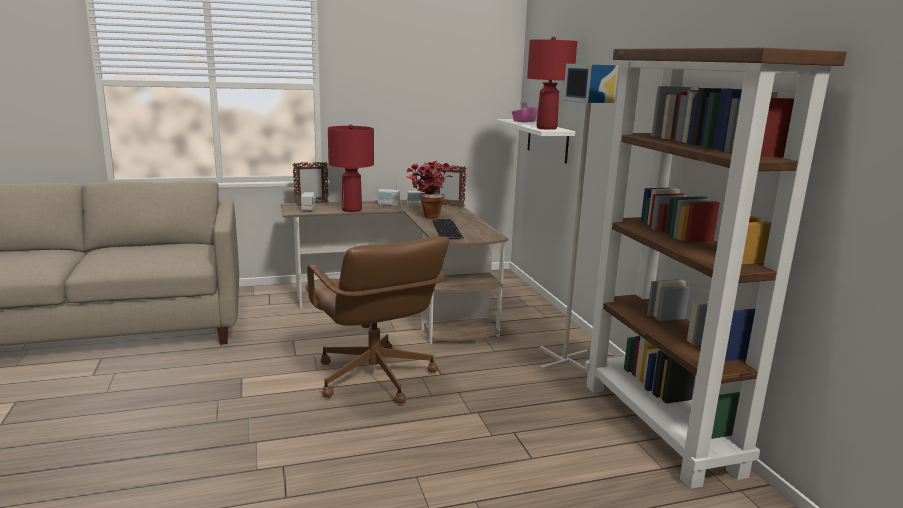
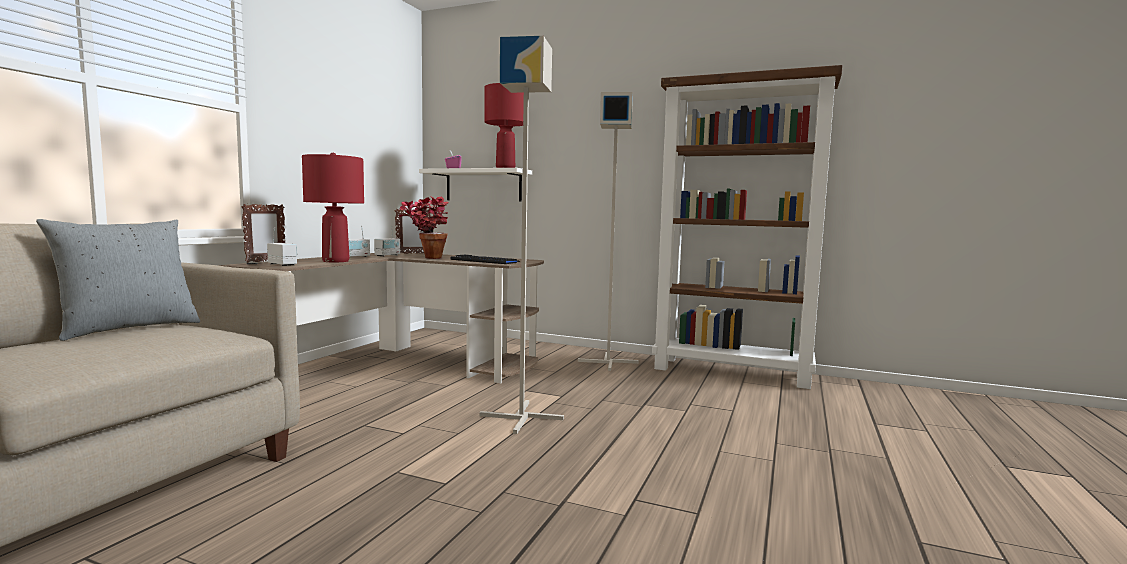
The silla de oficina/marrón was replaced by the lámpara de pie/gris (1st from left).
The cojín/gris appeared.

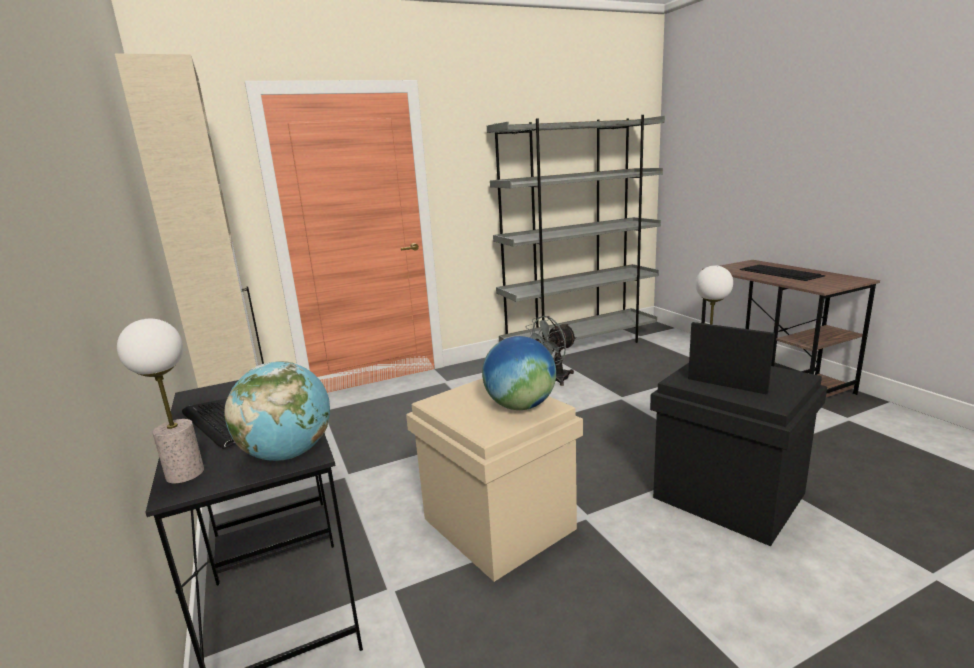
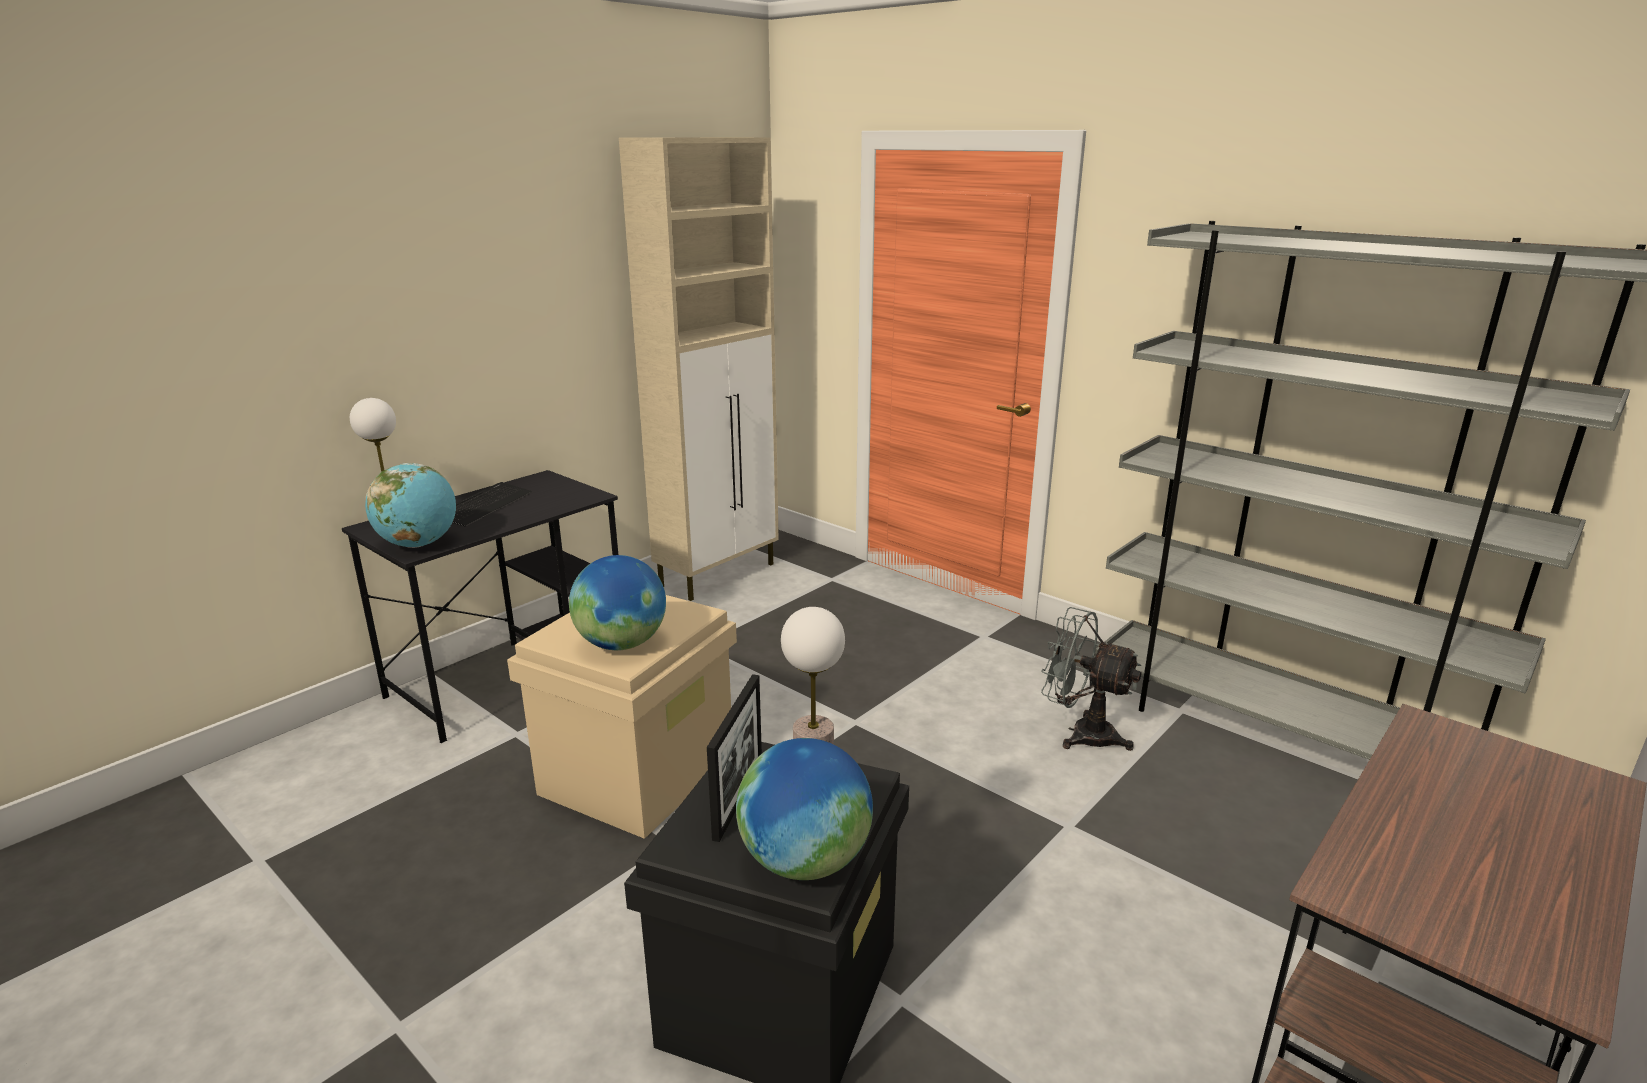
The teclado (2nd from left) disappeared.
The globo terráqueo (3rd from left) appeared.

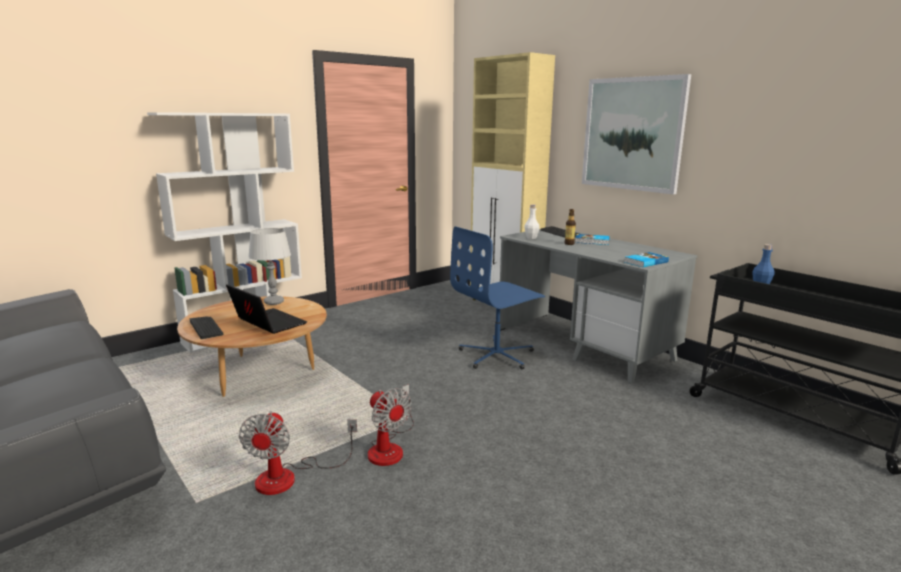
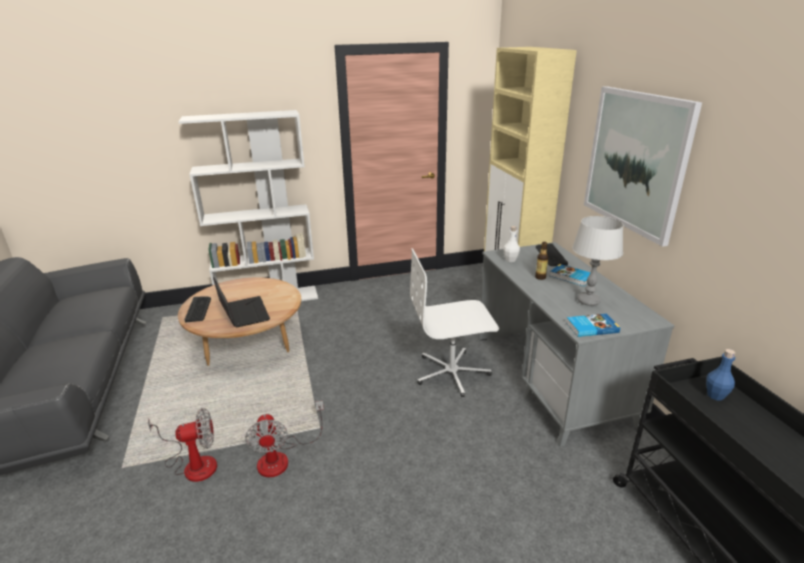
The ventilador (1st from left) turned 135 degrees counterclockwise.
The lámpara de mesa/gris moved.
The silla de oficina/azul became the silla de oficina/blanco.

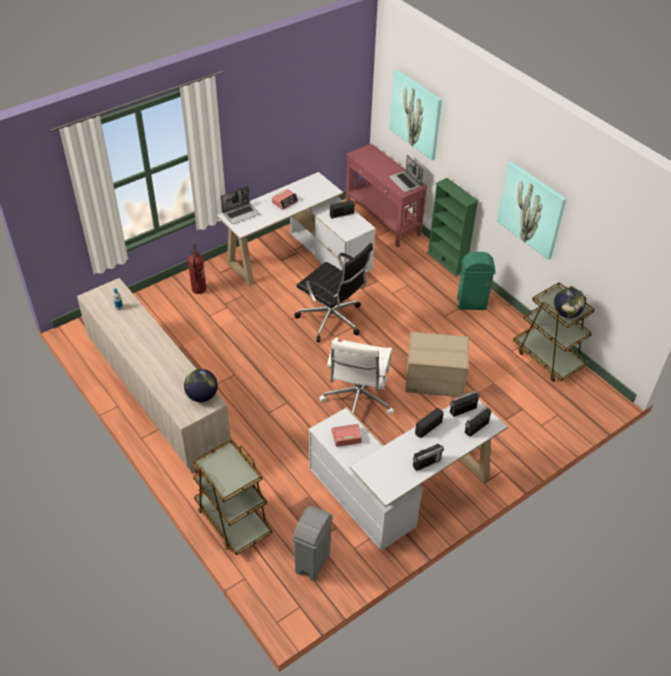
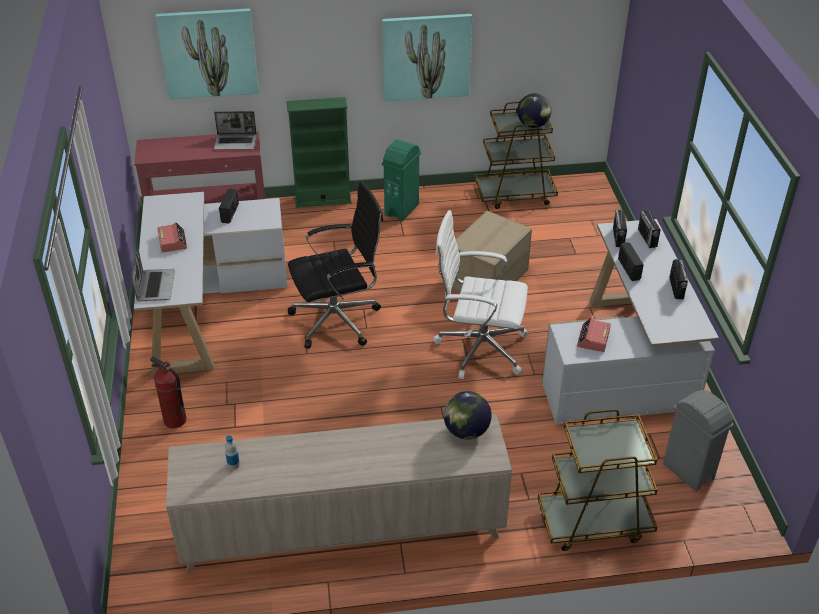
The silla de oficina/blanco turned 150 degrees clockwise.

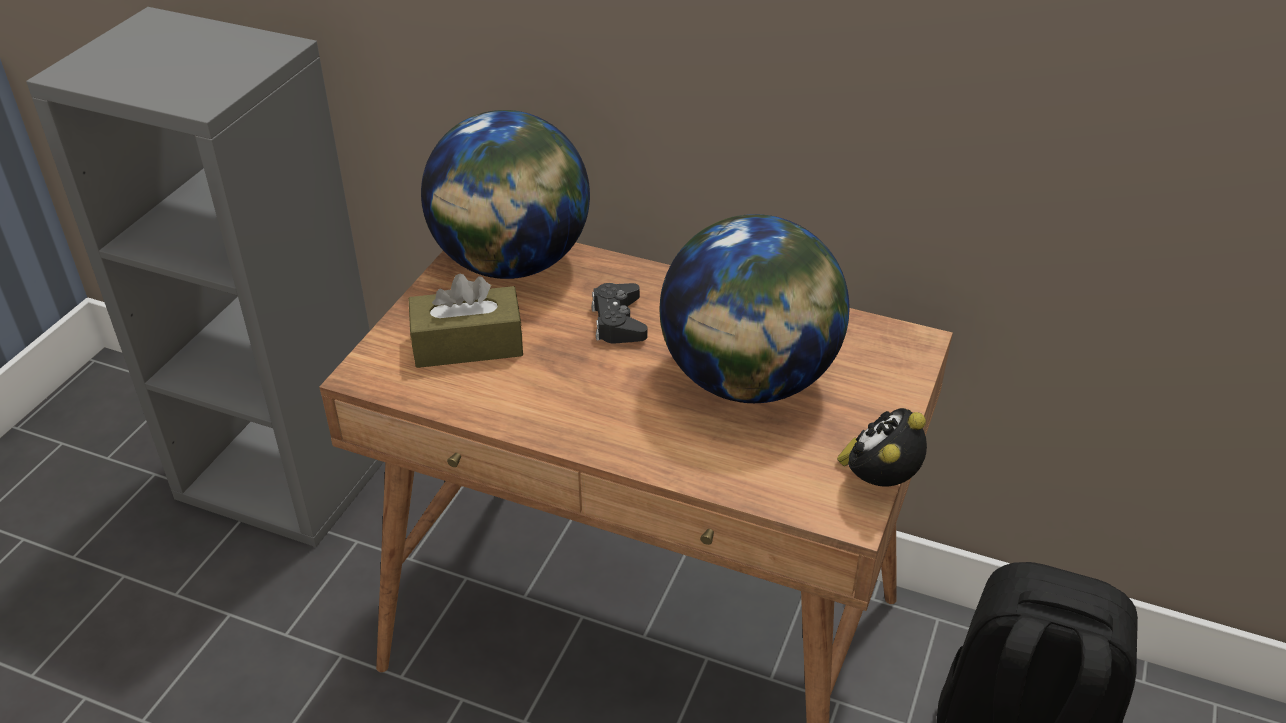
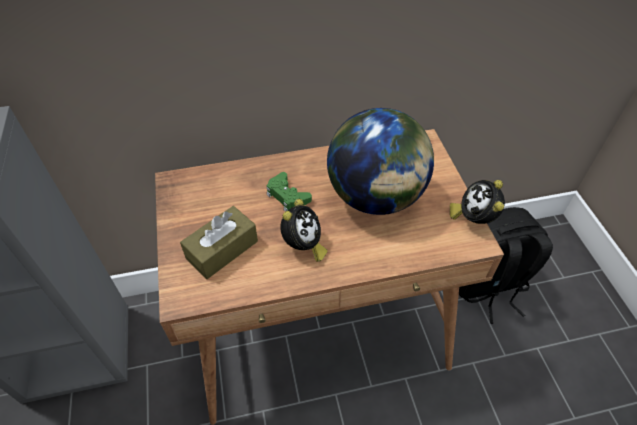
The globo terráqueo (1st from left) disappeared.
The mando de consola/negro became the mando de consola/verde.
The despertador (1st from left) appeared.

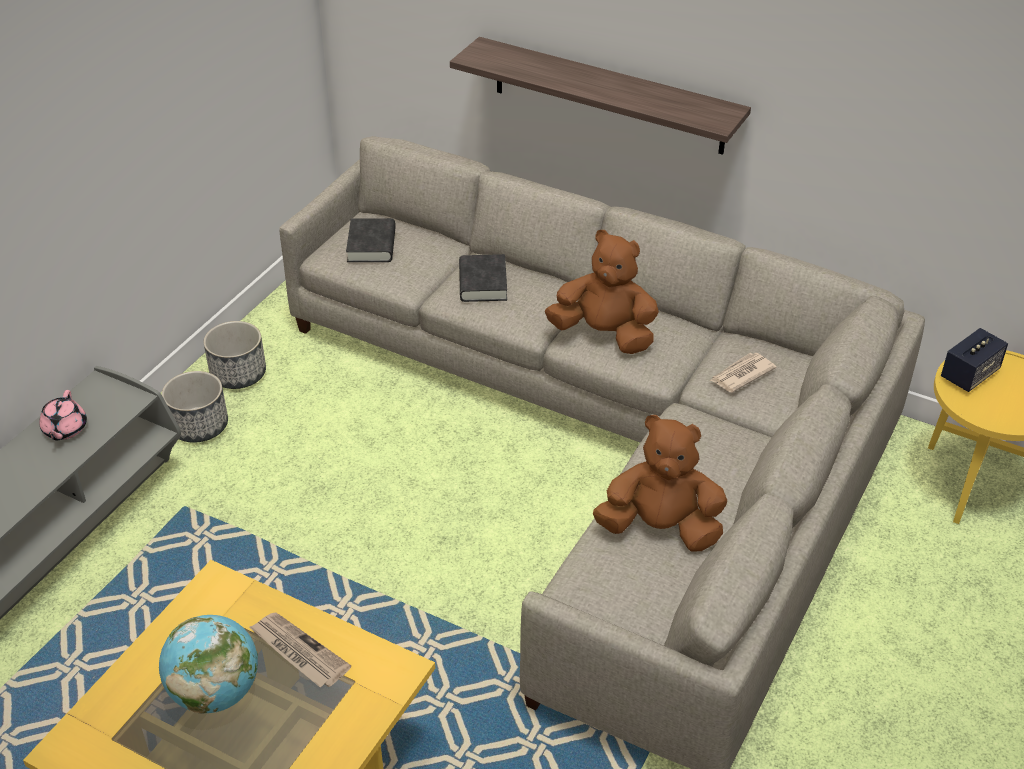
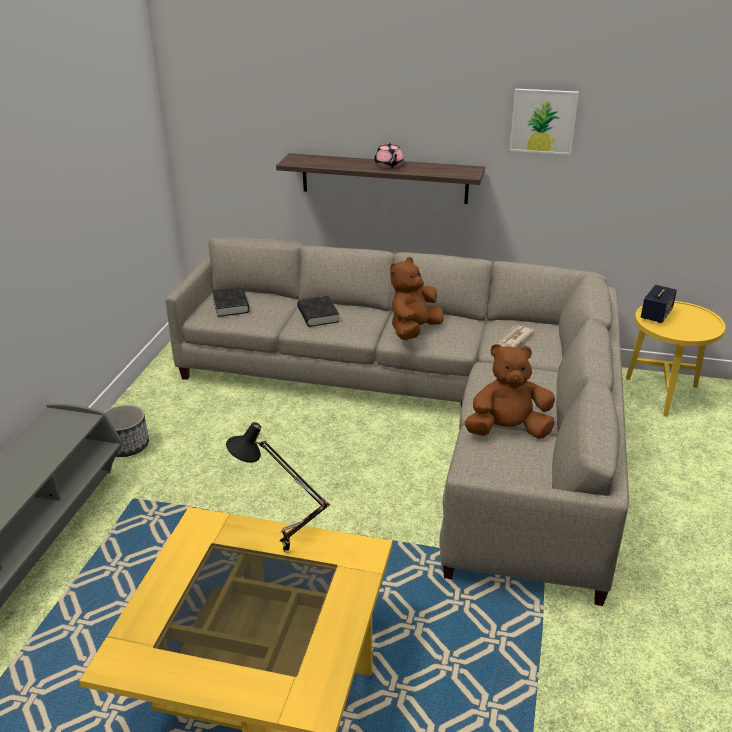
The tetera/rosa moved.
The globo terráqueo disappeared.
The maceta (2nd from left) disappeared.
The periódico (1st from left) was replaced by the lámpara de mesa/negro.
The peluche/marrón (1st from left) turned 60 degrees counterclockwise.
The cuadro appeared.

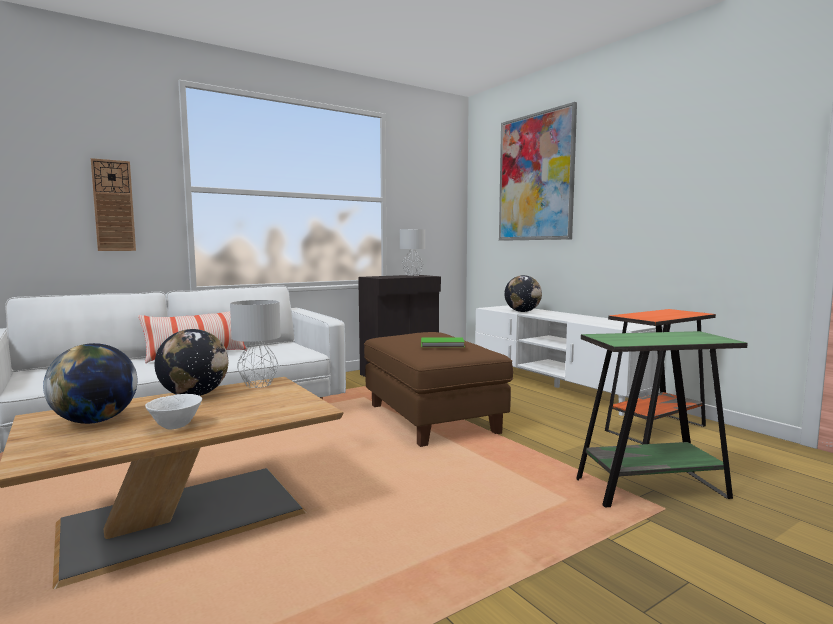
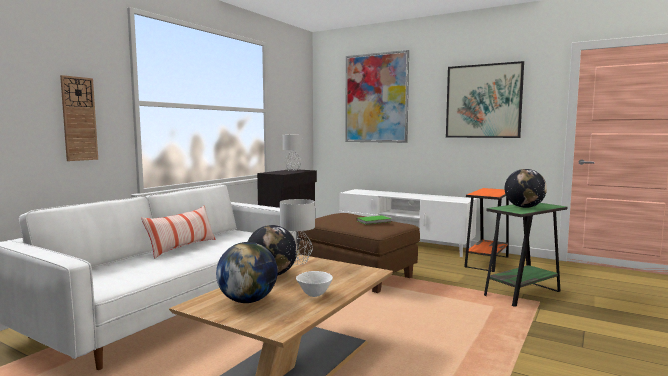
The globo terráqueo (3rd from left) moved.
The cuadro (2nd from left) appeared.

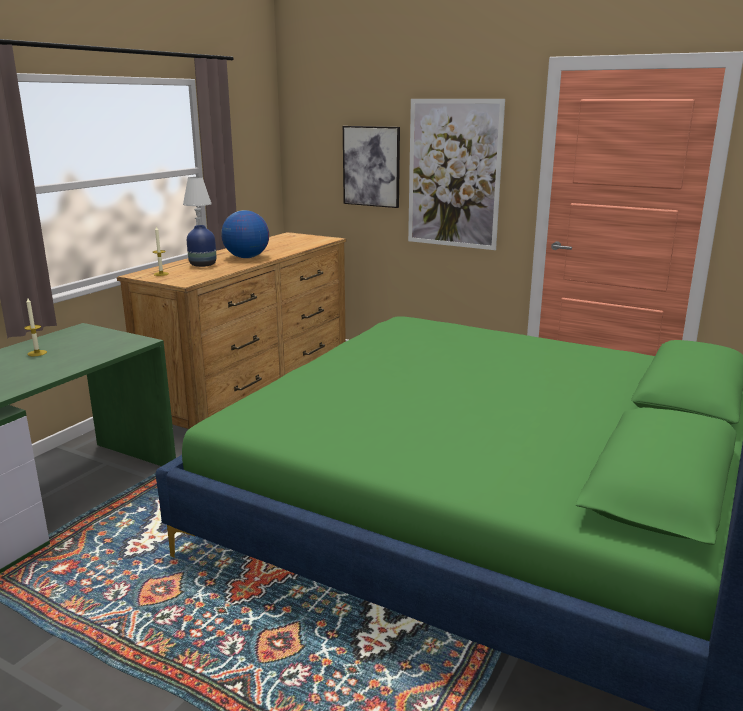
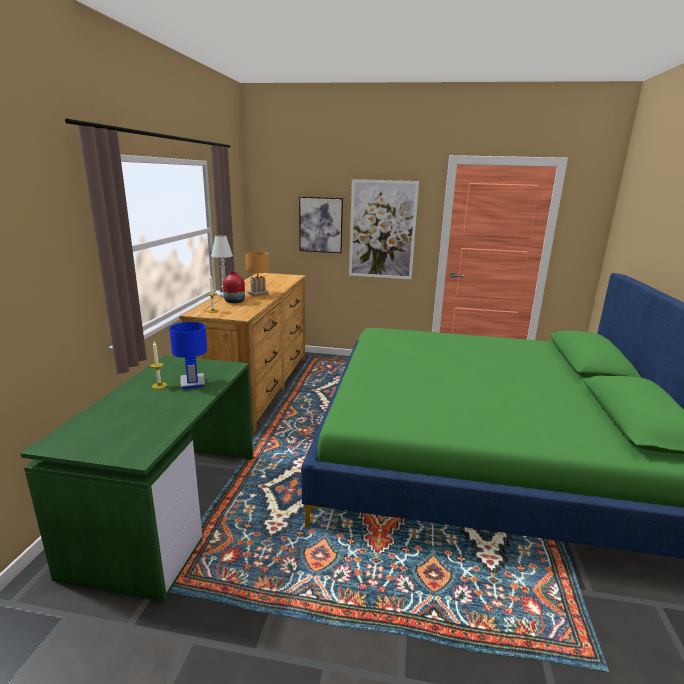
The florero/azul became the florero/rojo.
The globo terráqueo was replaced by the lámpara de mesa/marrón.
The lámpara de mesa/azul appeared.

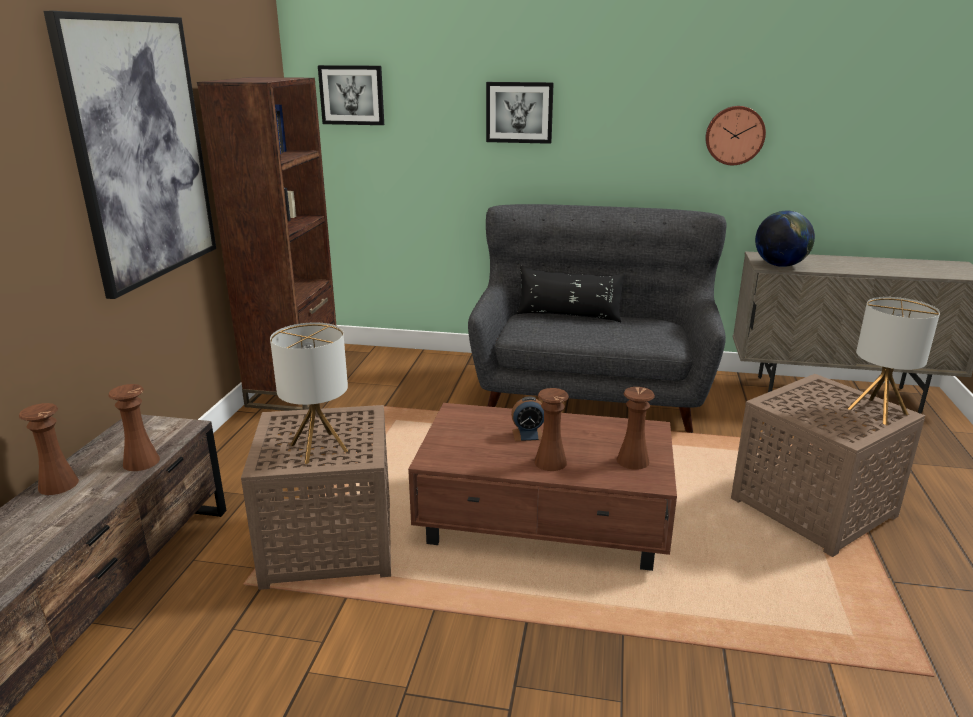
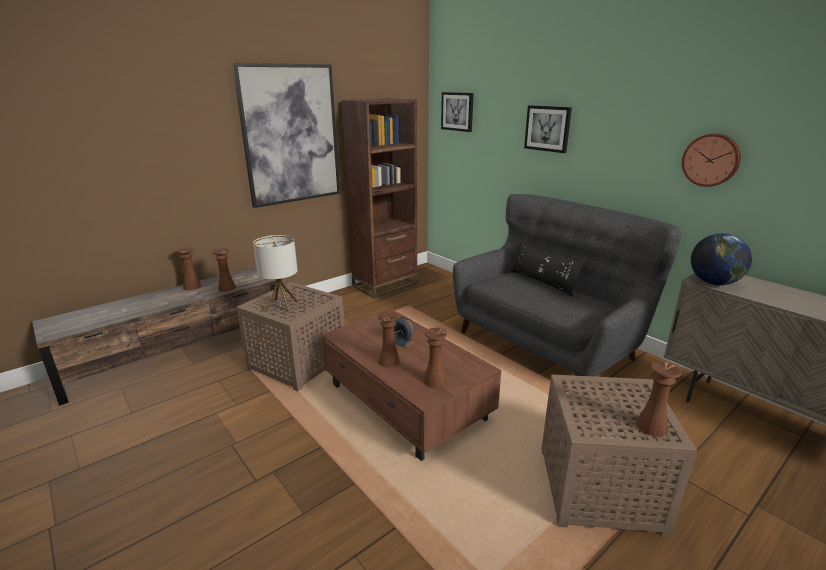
The lámpara de mesa (2nd from left) was replaced by the florero/marrón (5th from left).

